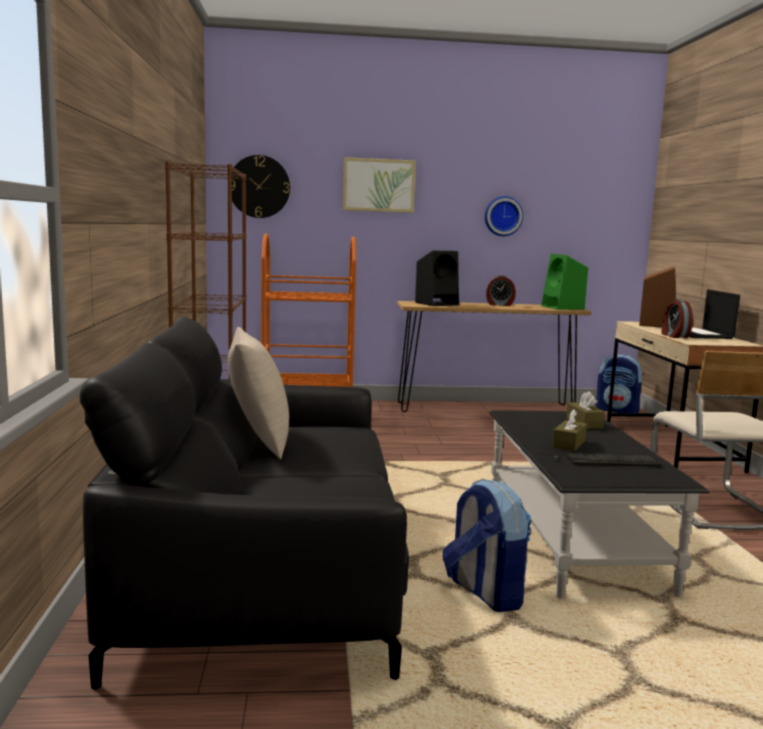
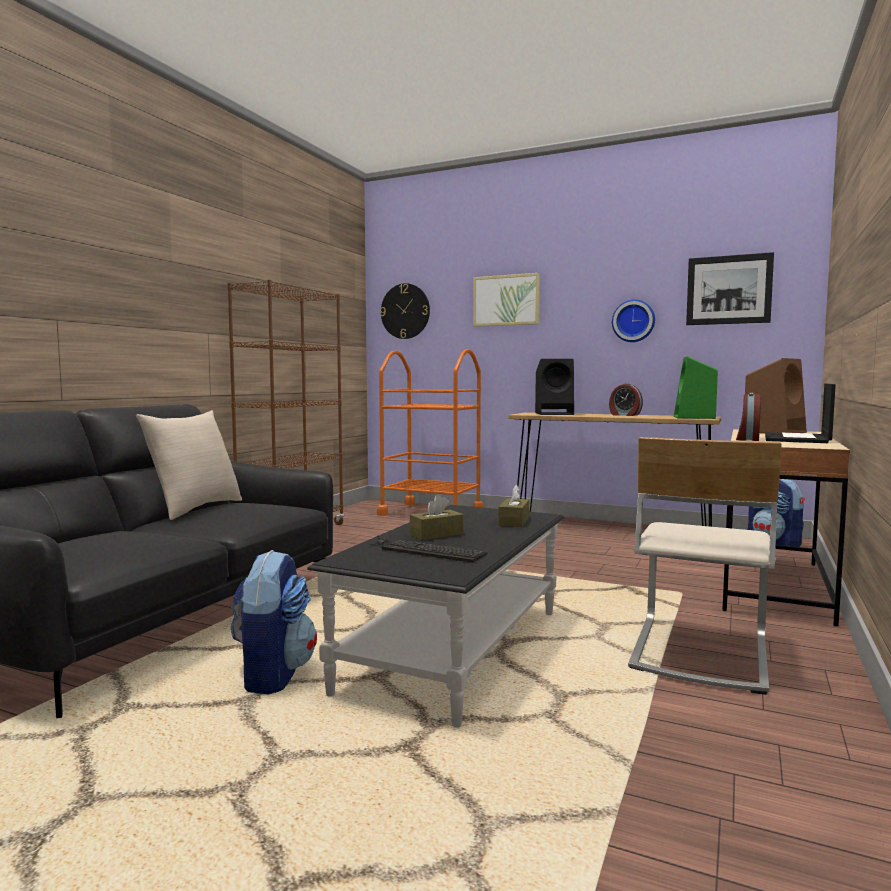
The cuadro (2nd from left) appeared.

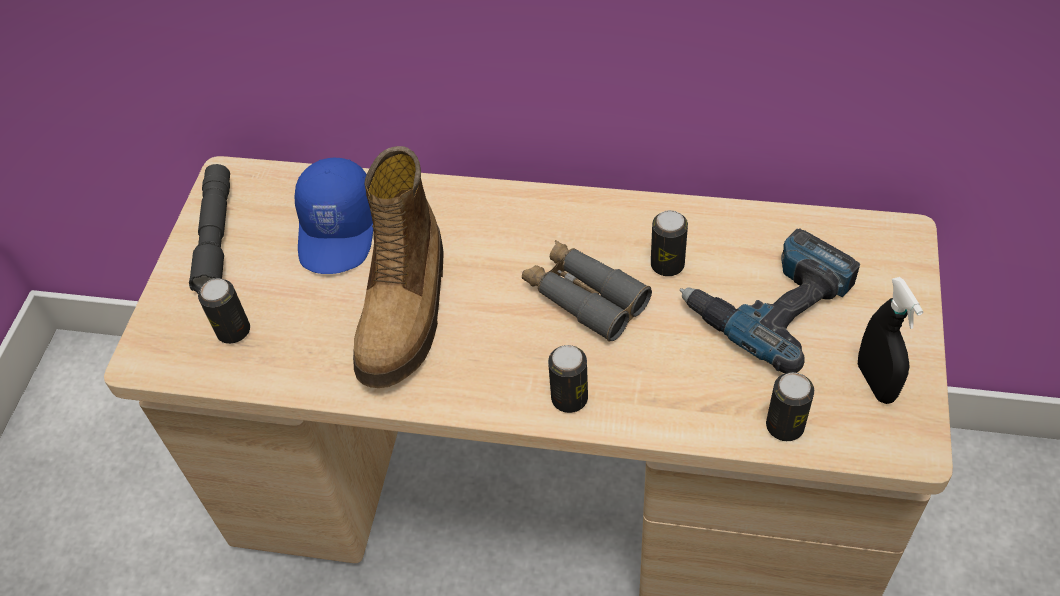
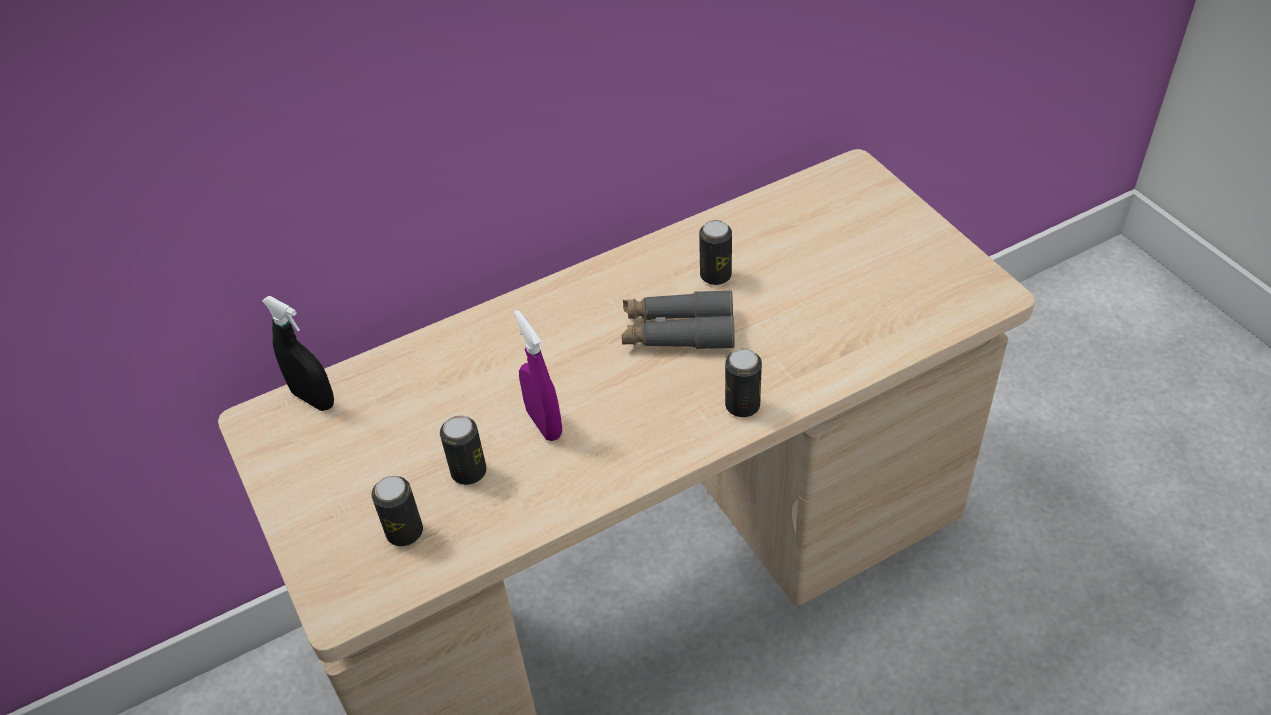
The linterna/gris disappeared.
The gorra/azul disappeared.
The bota was replaced by the pulverizador/morado.
The taladro disappeared.
The lata (4th from left in the first image) moved.
The pulverizador/negro moved.

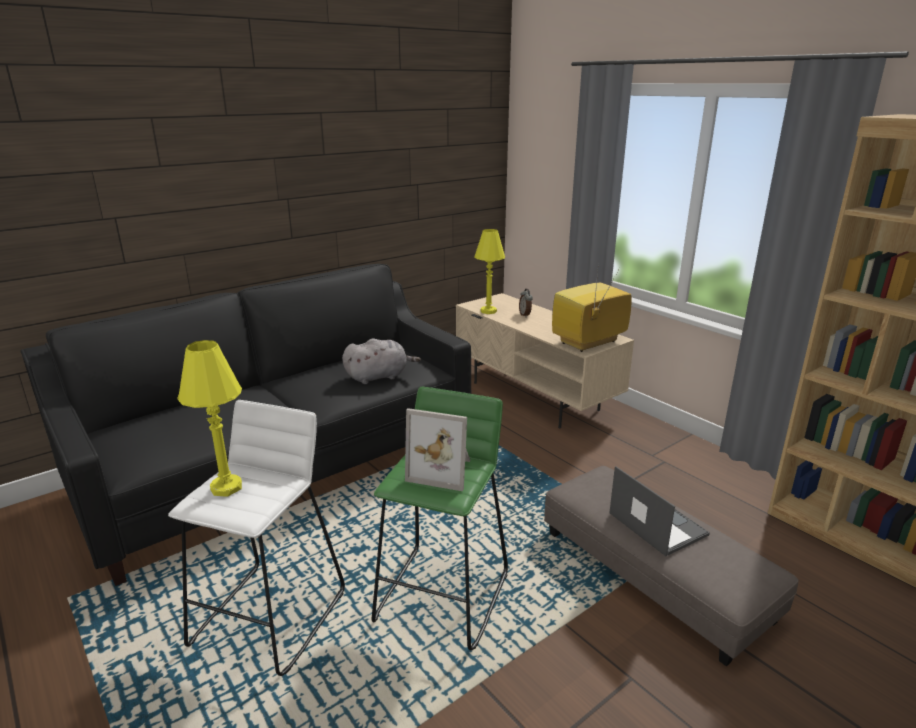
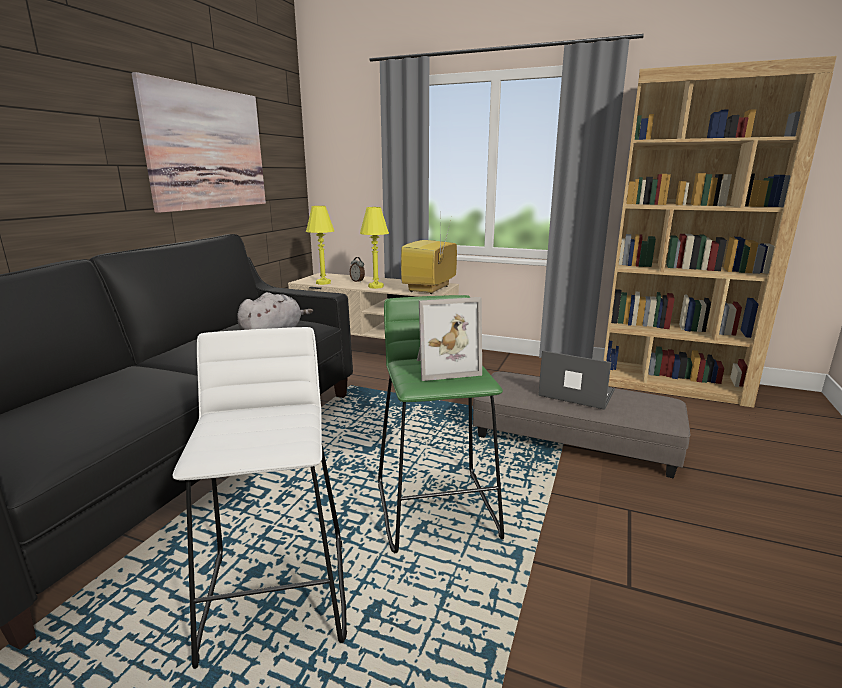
The lámpara de mesa/amarillo (1st from left in the first image) moved.
The cuadro appeared.

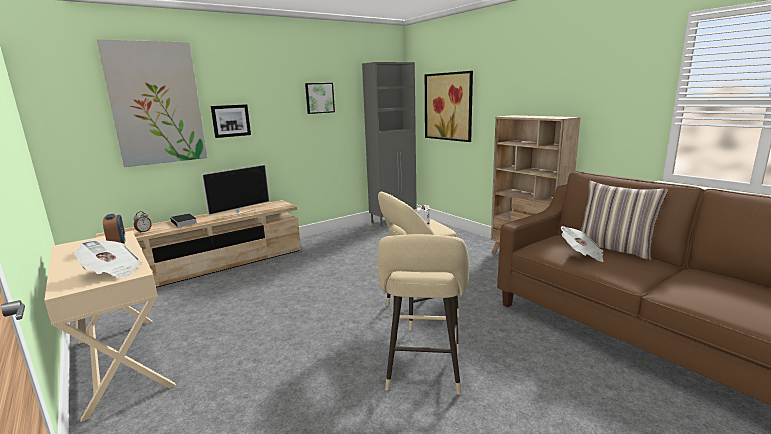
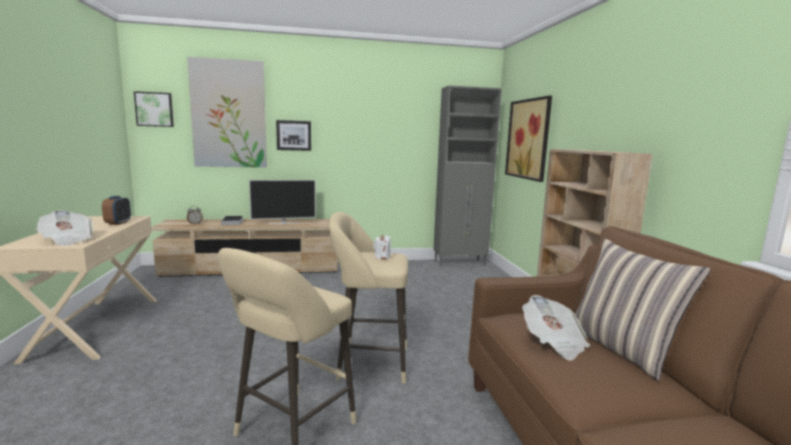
The cuadro (3rd from left in the first image) moved.

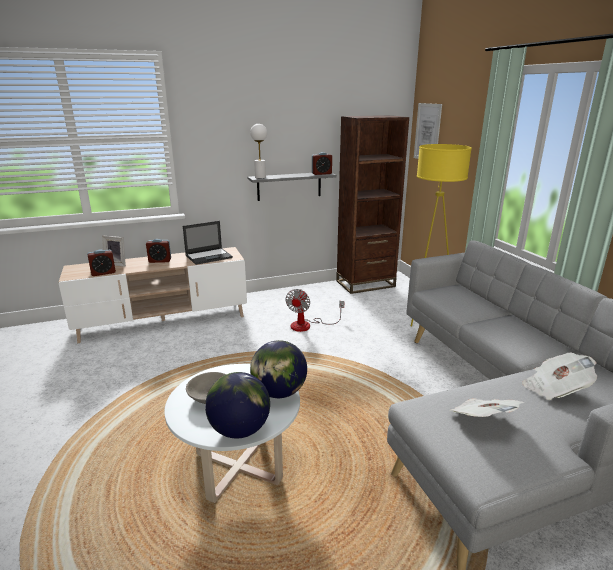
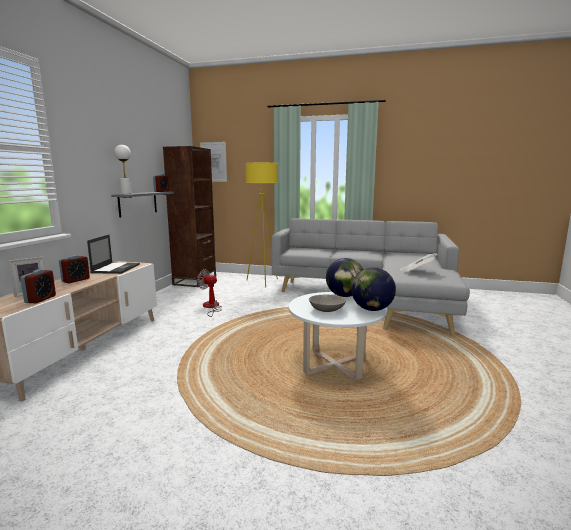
The ventilador turned 150 degrees clockwise.
The periódico (2nd from left) disappeared.

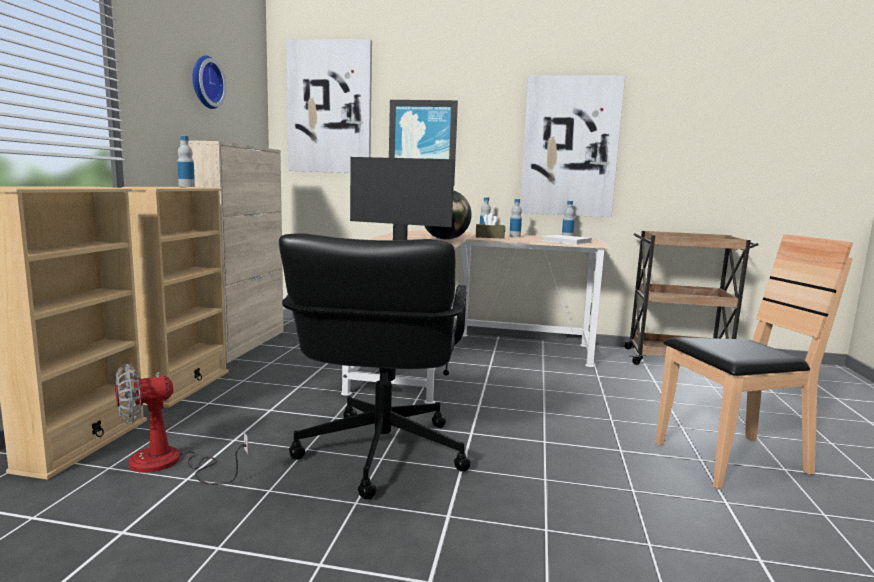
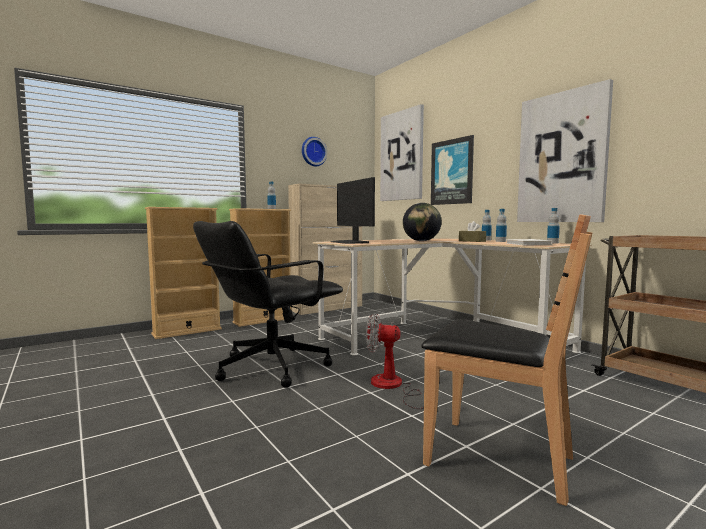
The ventilador moved.

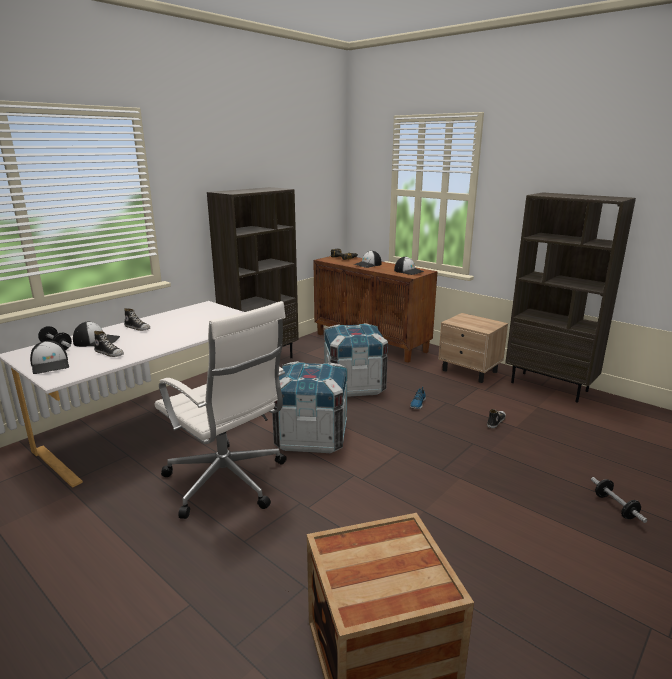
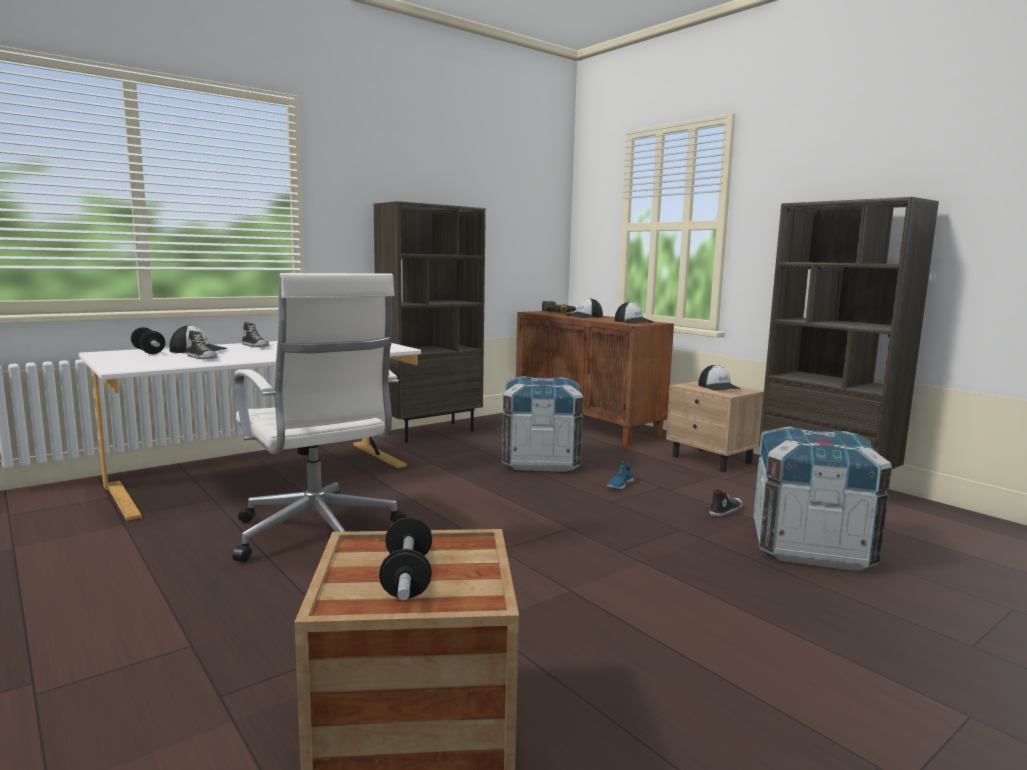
The gorra (1st from left in the first image) moved.
The caja de embalaje (1st from left in the first image) moved.
The mancuerna (2nd from left) moved.

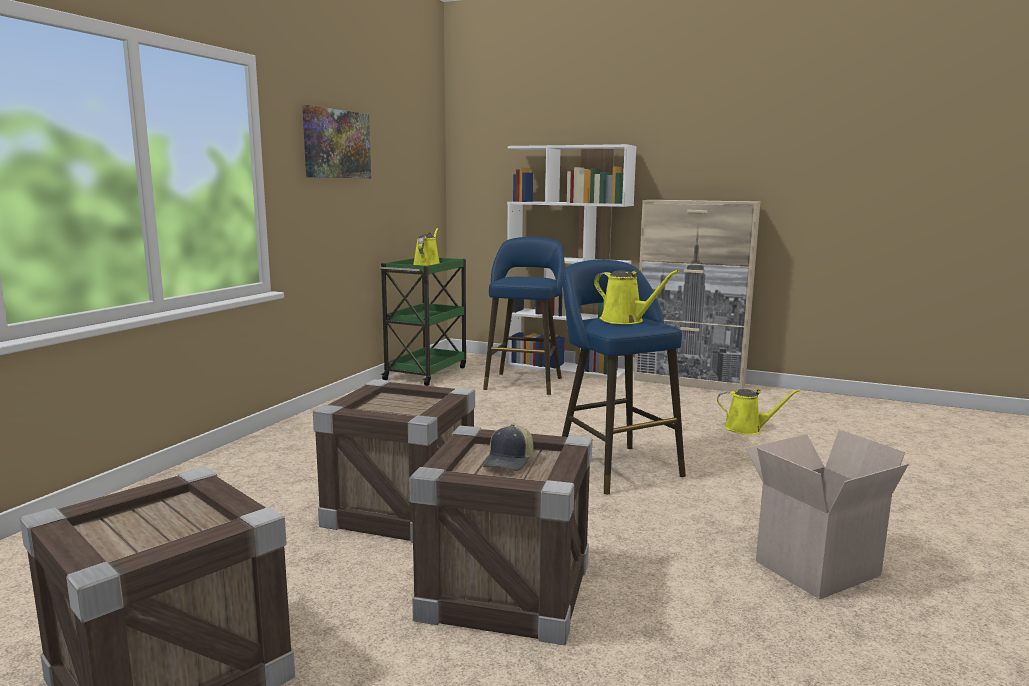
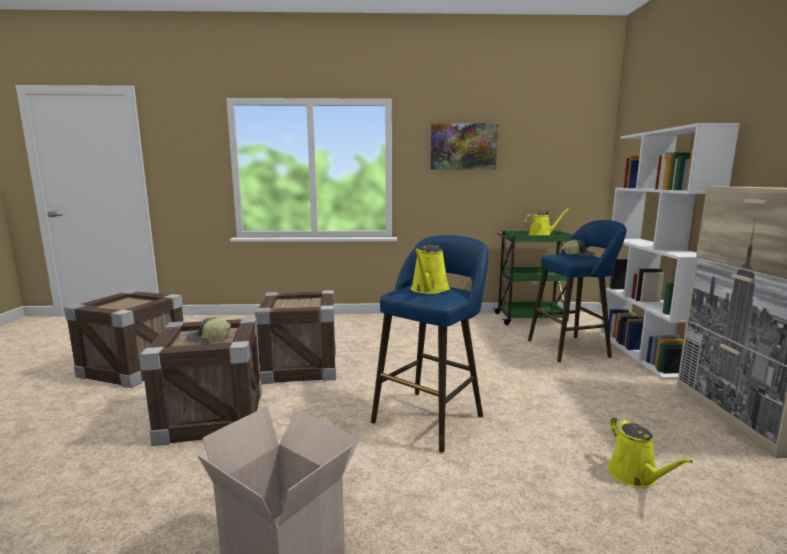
The gorra (2nd from left) appeared.

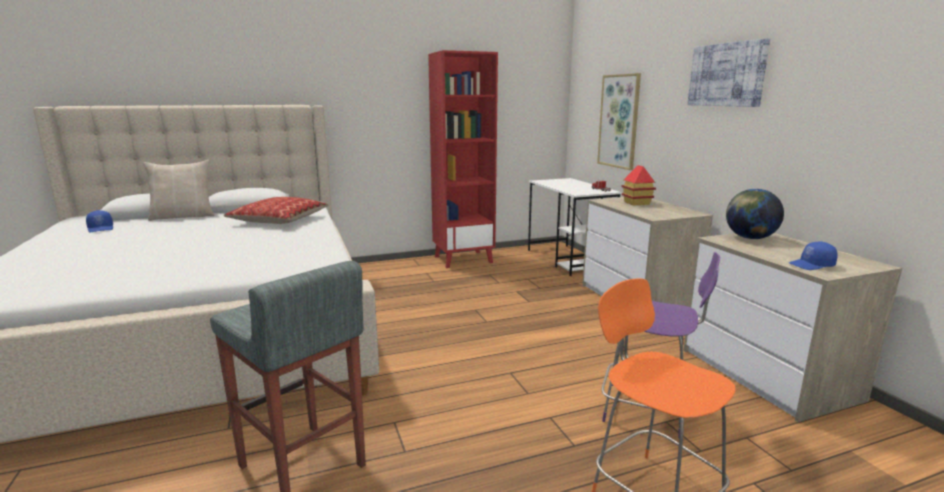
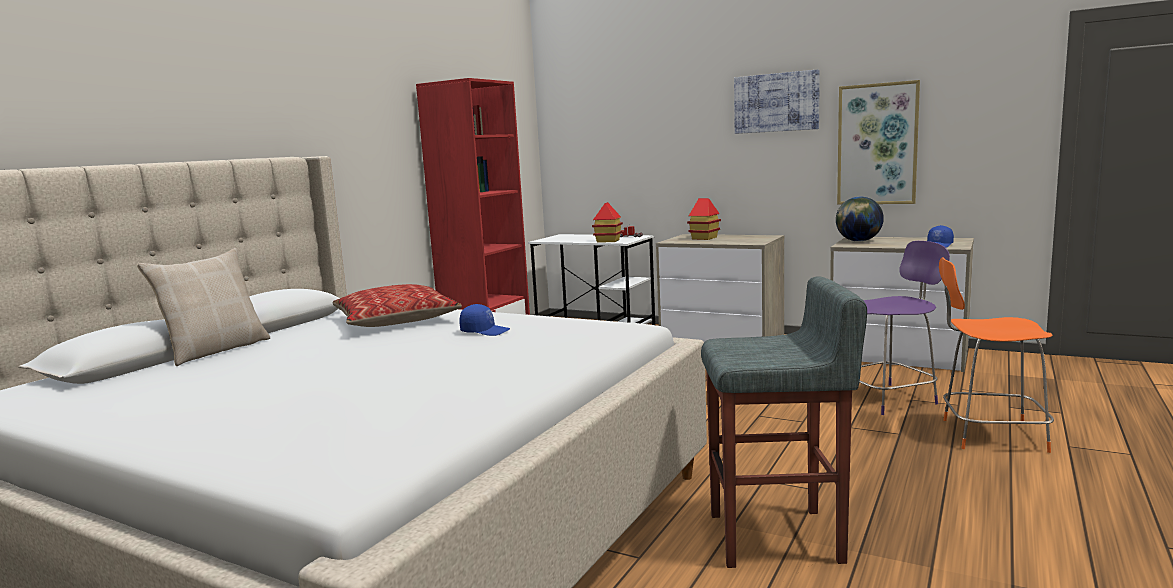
The gorra/azul (1st from left) moved.
The cuadro (1st from left in the first image) moved.
The casita (1st from left) appeared.

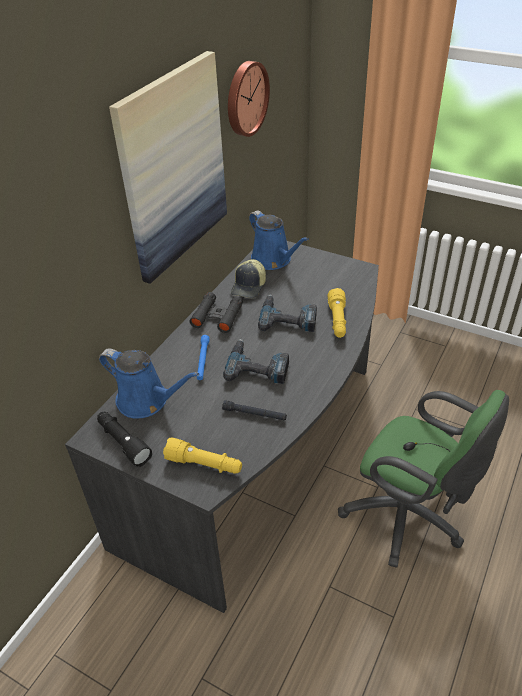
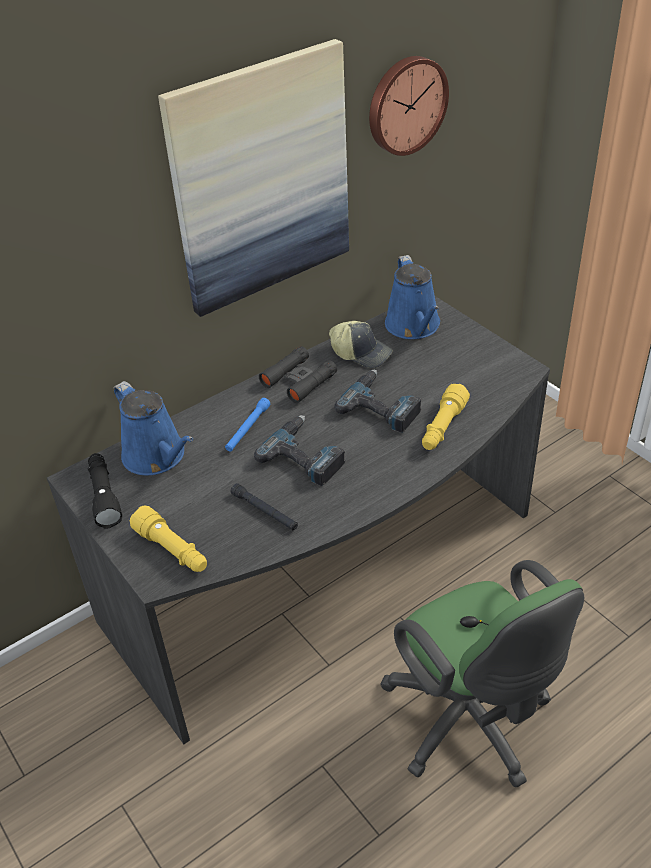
The gorra turned 105 degrees counterclockwise.

